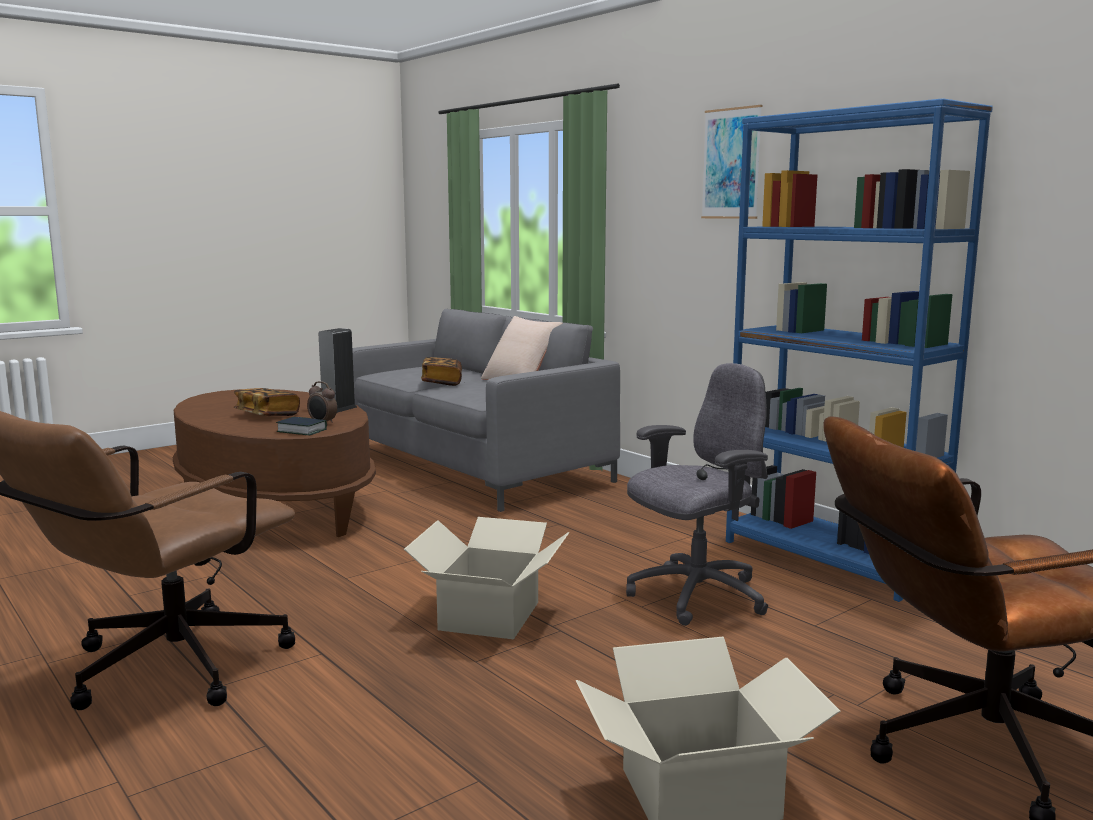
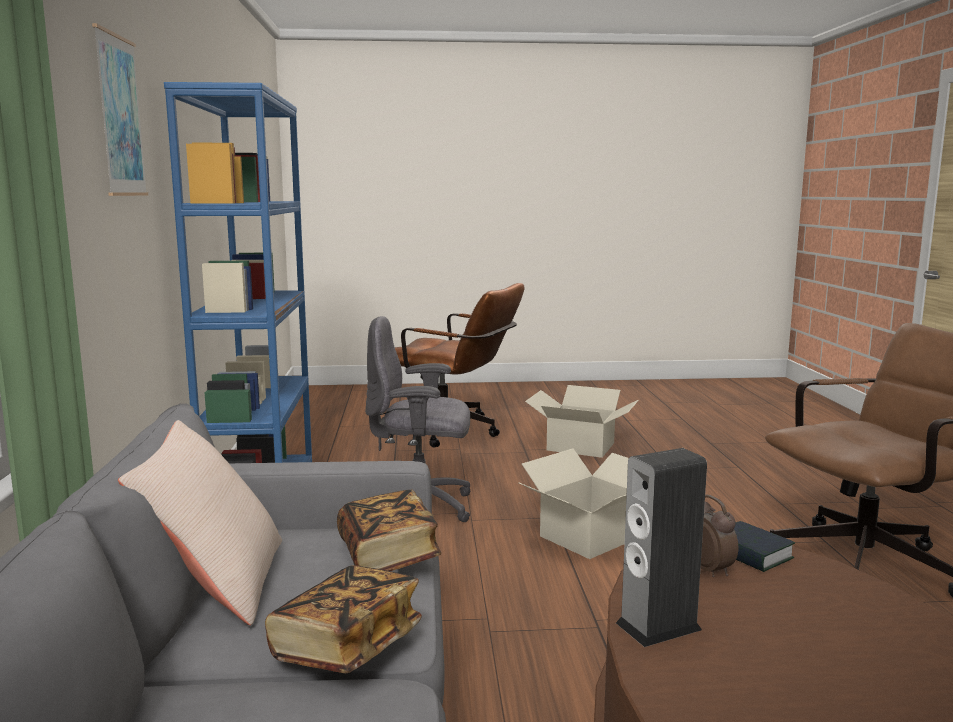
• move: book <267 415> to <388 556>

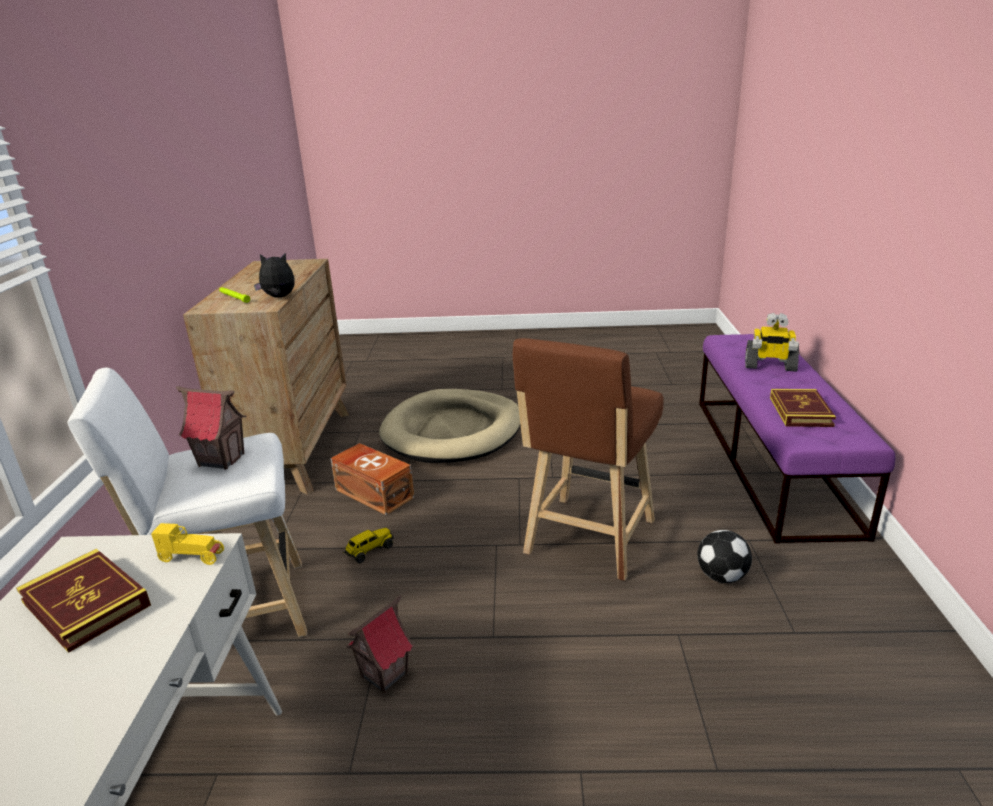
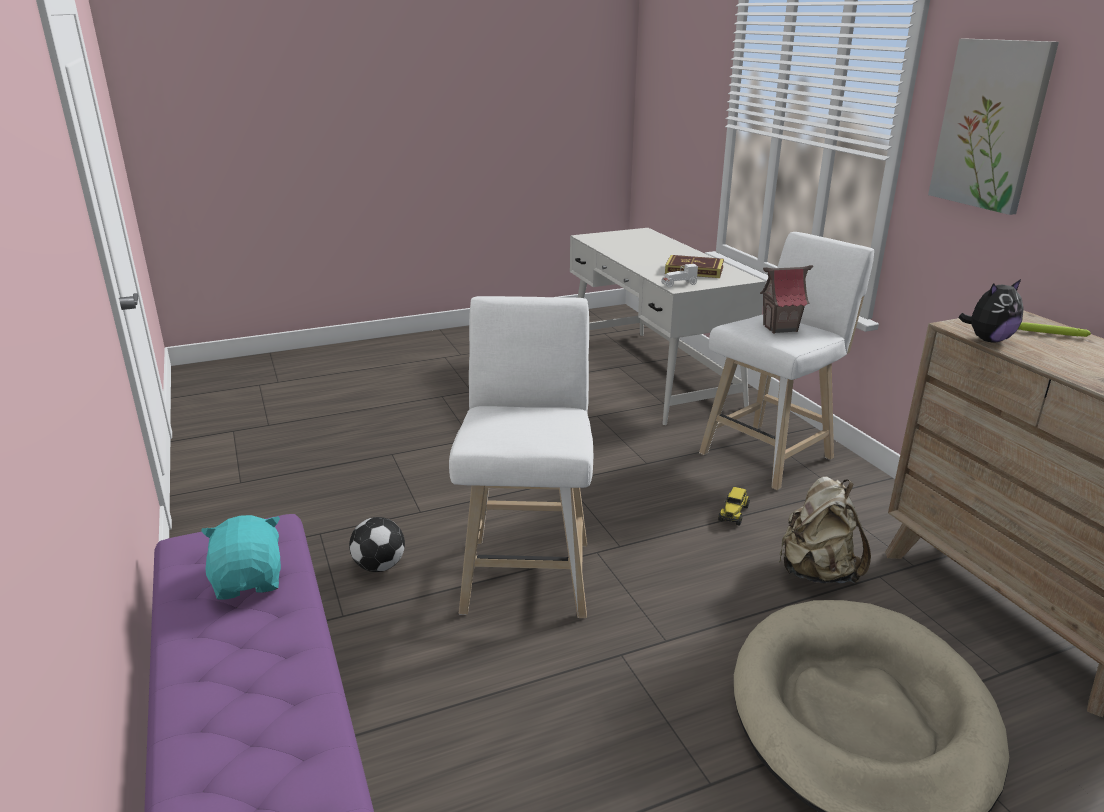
• recolor: toy car in yellow <193 557> to toy car in white <679 284>
• replace: storage box in brown <374 492> to backpack in beige <817 572>
• delete: toy house <384 674>
• recolor: stool in brown <587 541> to stool in white <528 571>
• delete: toy robot <769 366>
• replace: book <800 412> to plush toy in turquoise <249 581>
• insert: picture <990 125>

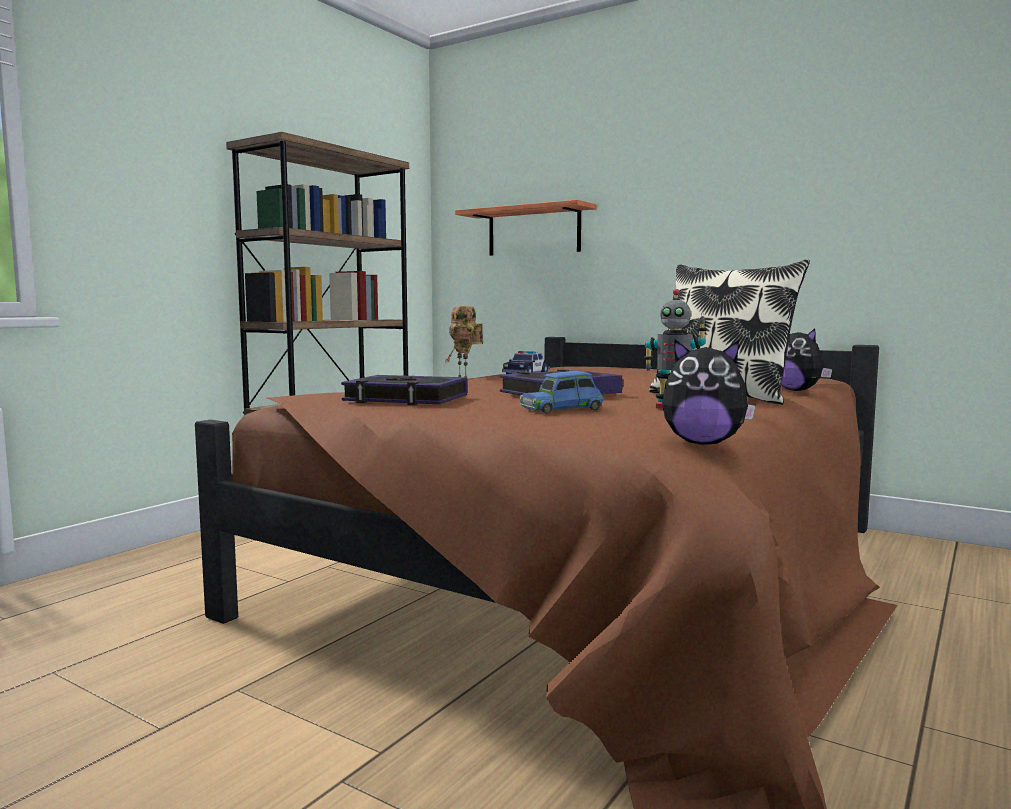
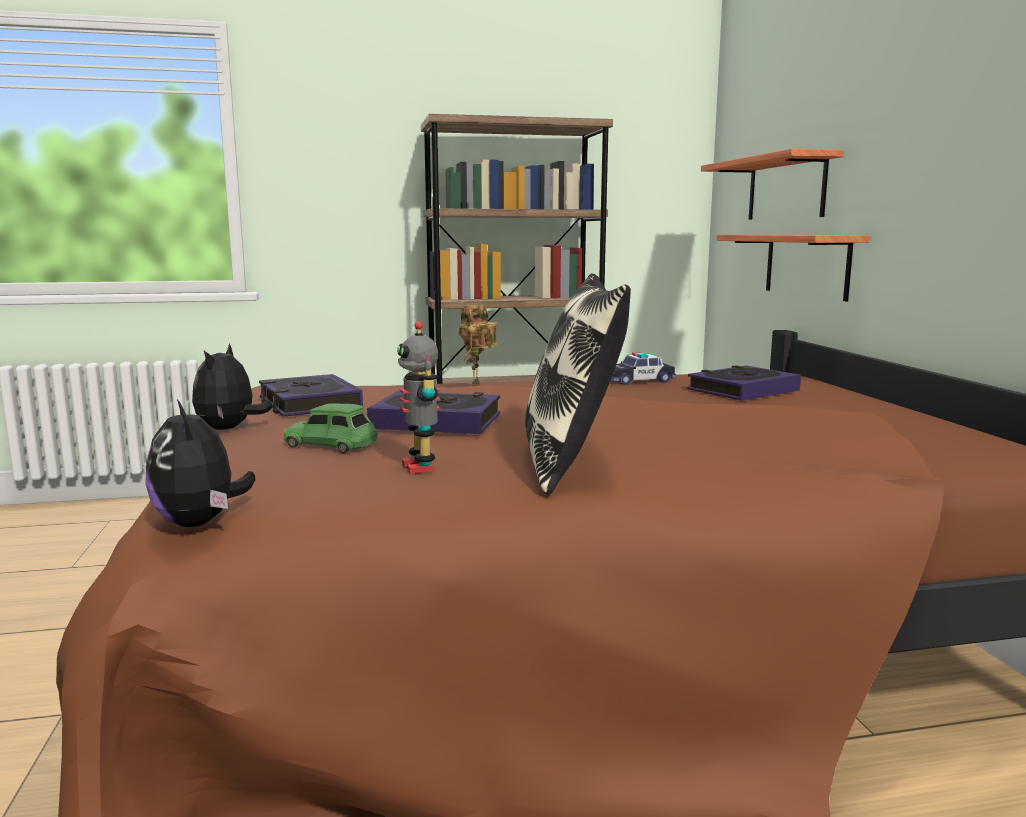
• recolor: toy car in blue <562 408> to toy car in green <332 444>
• move: plush toy <797 390> to <229 429>
• insert: book <742 390>
• insert: shelf <806 265>

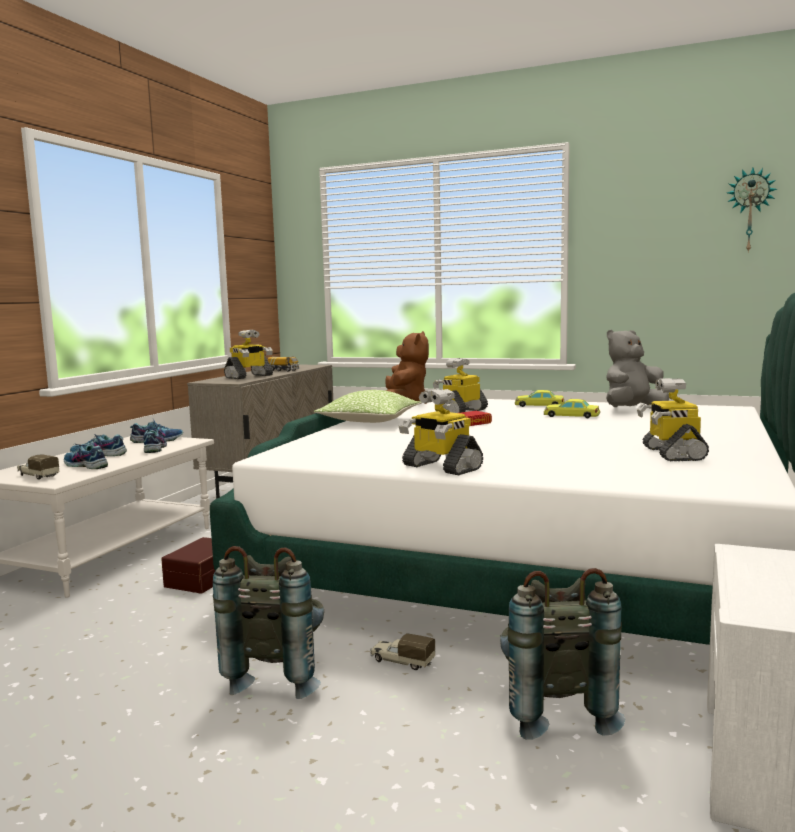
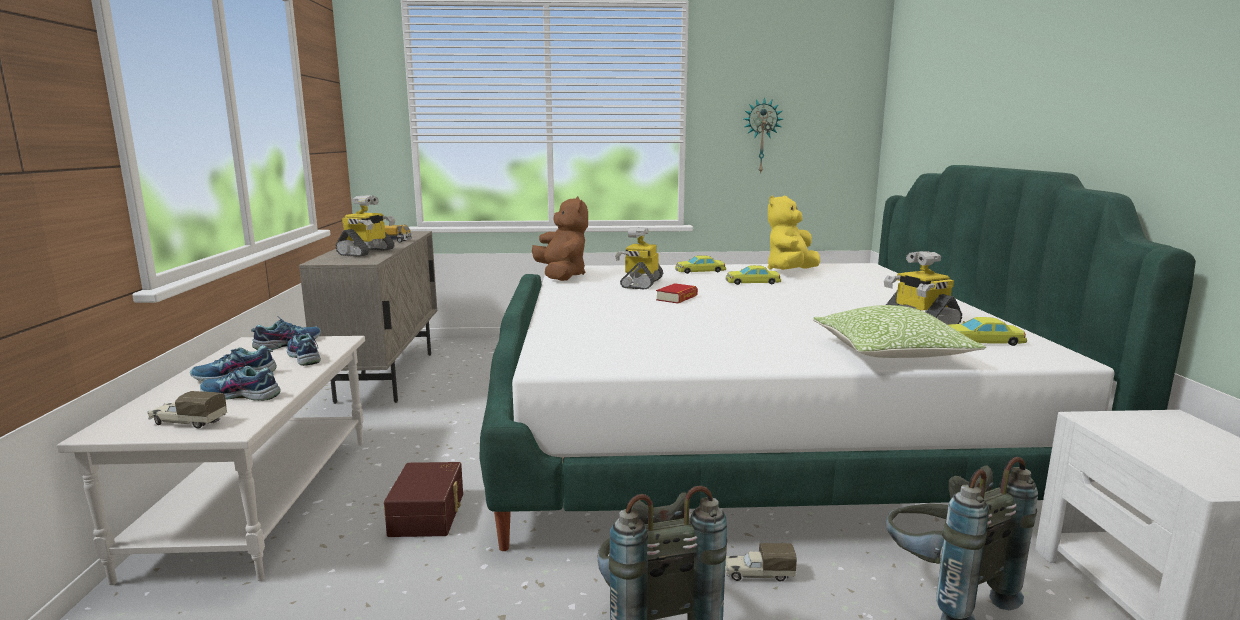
• move: pillow <369 422> to <891 353>
• delete: toy robot <440 467>
• recolor: plush toy in grey <632 409> to plush toy in yellow <790 272>
• move: wall clock <750 210> to <761 136>
• insert: toy car in yellow <981 341>

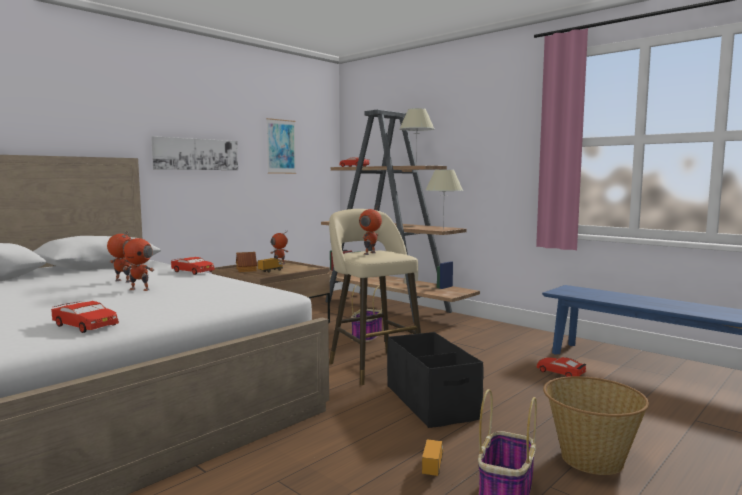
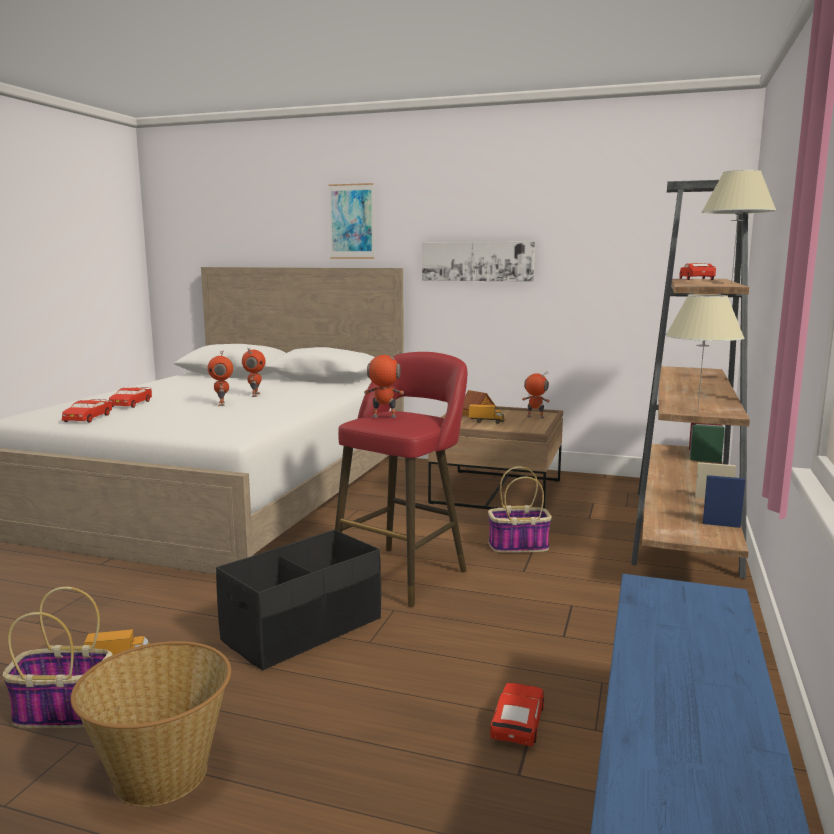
• move: toy car in red <192 271> to <131 404>
• move: picture <281 146> to <351 221>
• recolor: stool in beige <373 365> to stool in red <403 572>

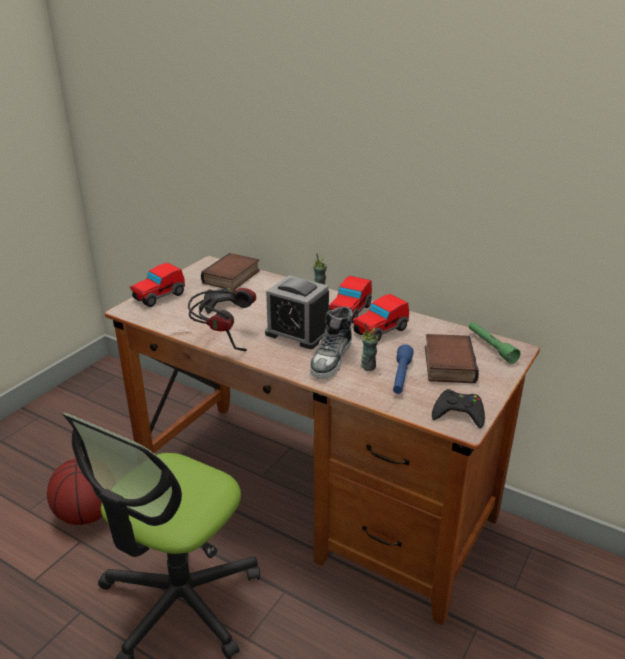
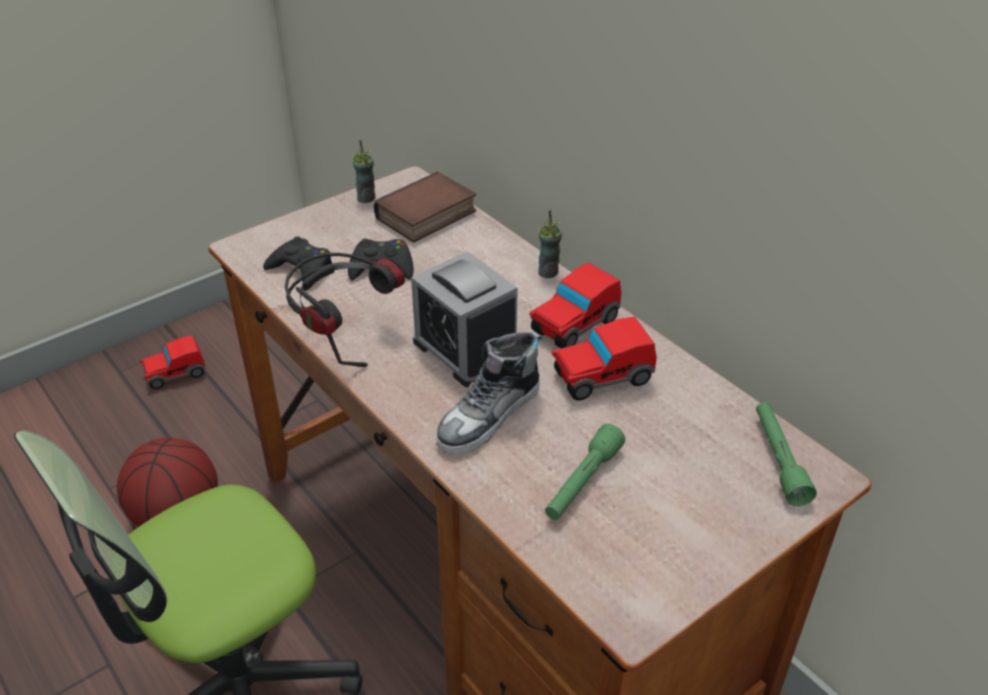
• move: toy car <159 297> to <175 374>
• move: cup <368 366> to <366 198>
• recolor: flashlight in blue <401 376> to flashlight in green <582 482>
• delete: book <447 364>
• move: game controller in black <458 413> to <301 269>

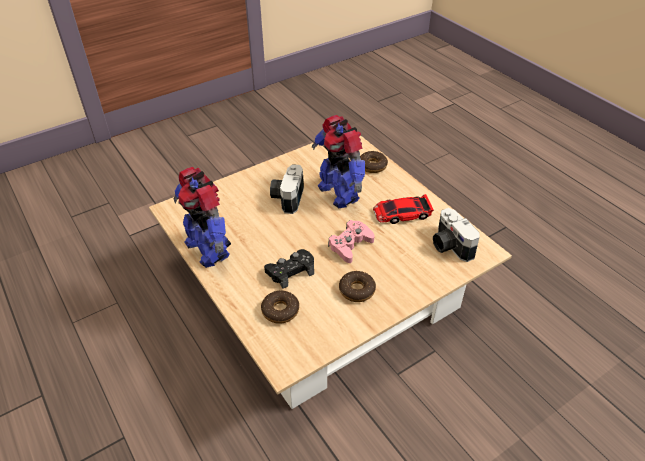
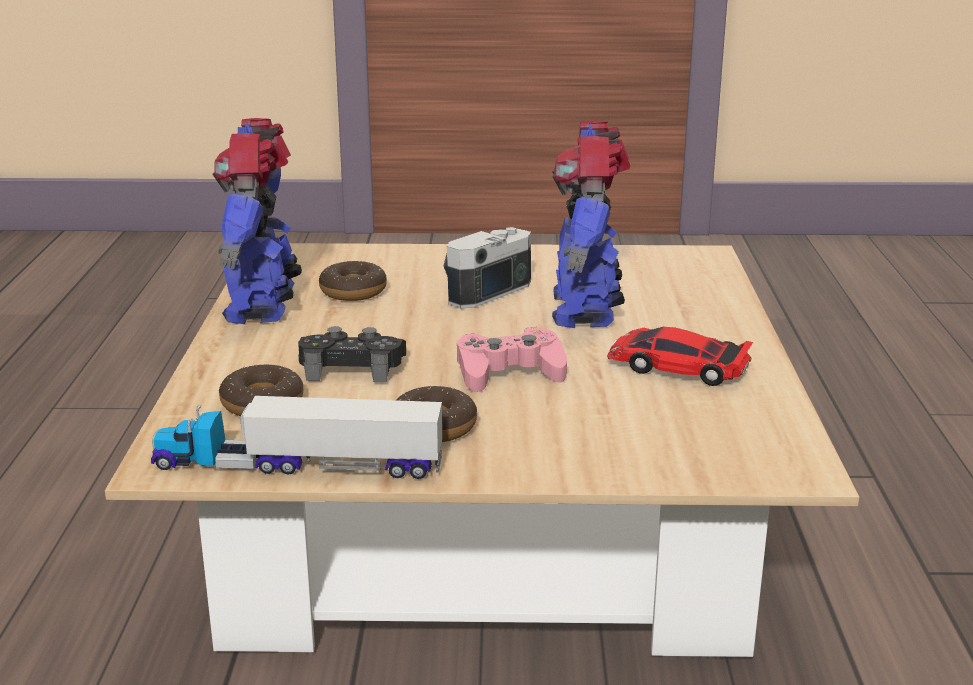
• move: donut <372 166> to <353 291>
• delete: photo camera <449 246>
• insert: toy truck <298 465>

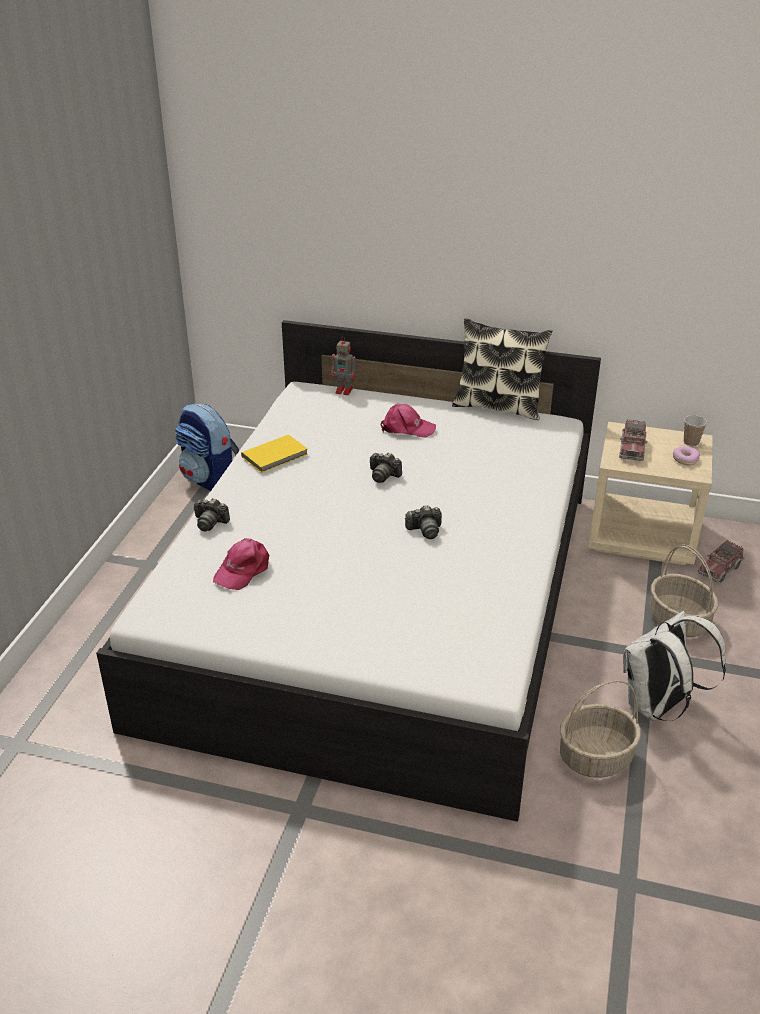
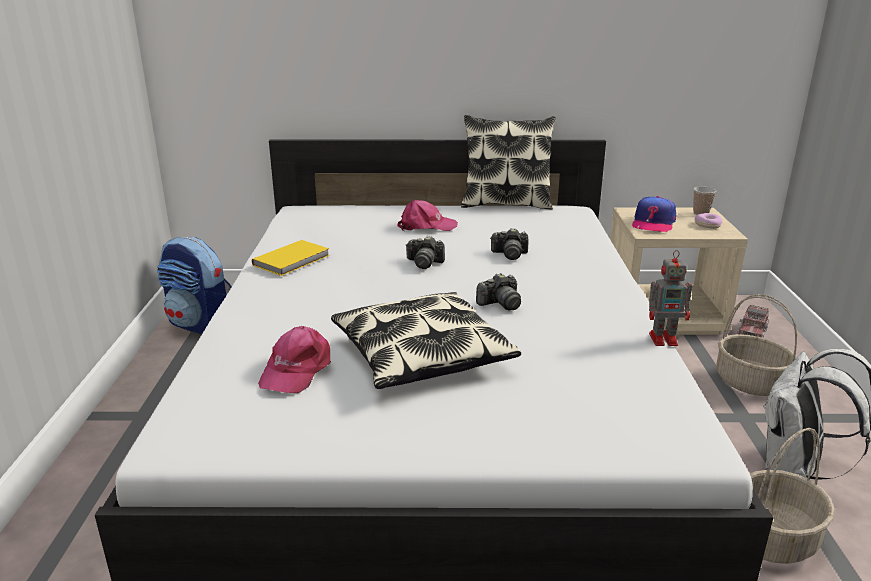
• move: photo camera <210 522> to <509 254>
• move: toy robot <345 390> to <664 339>
• replace: toy truck <632 449> to cap <653 223>
• insert: pillow <421 355>

